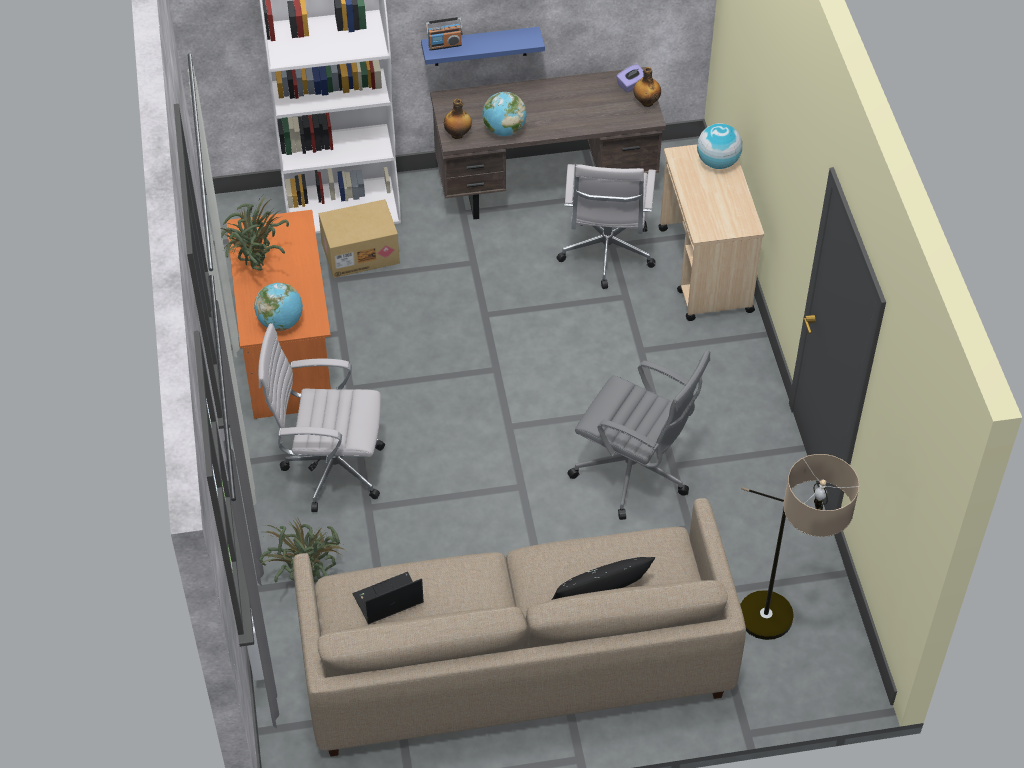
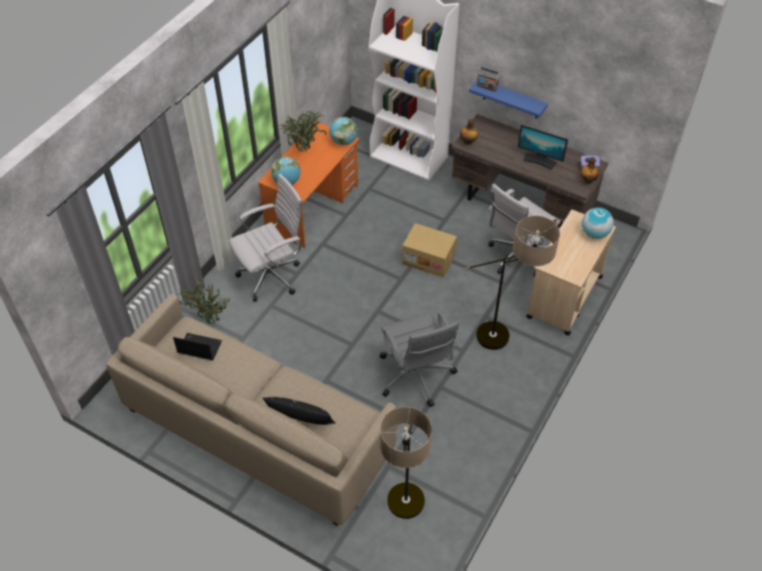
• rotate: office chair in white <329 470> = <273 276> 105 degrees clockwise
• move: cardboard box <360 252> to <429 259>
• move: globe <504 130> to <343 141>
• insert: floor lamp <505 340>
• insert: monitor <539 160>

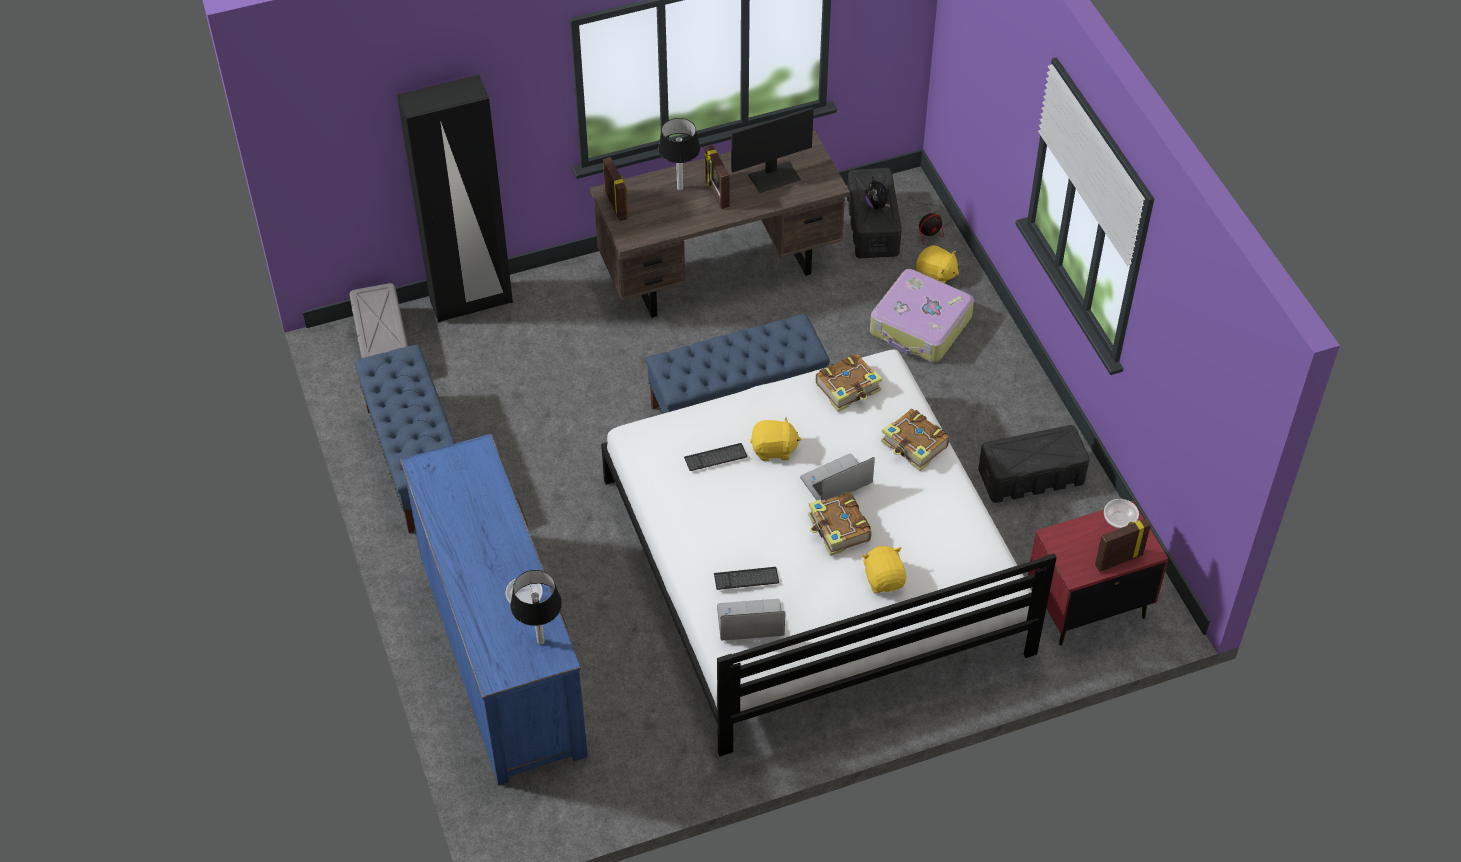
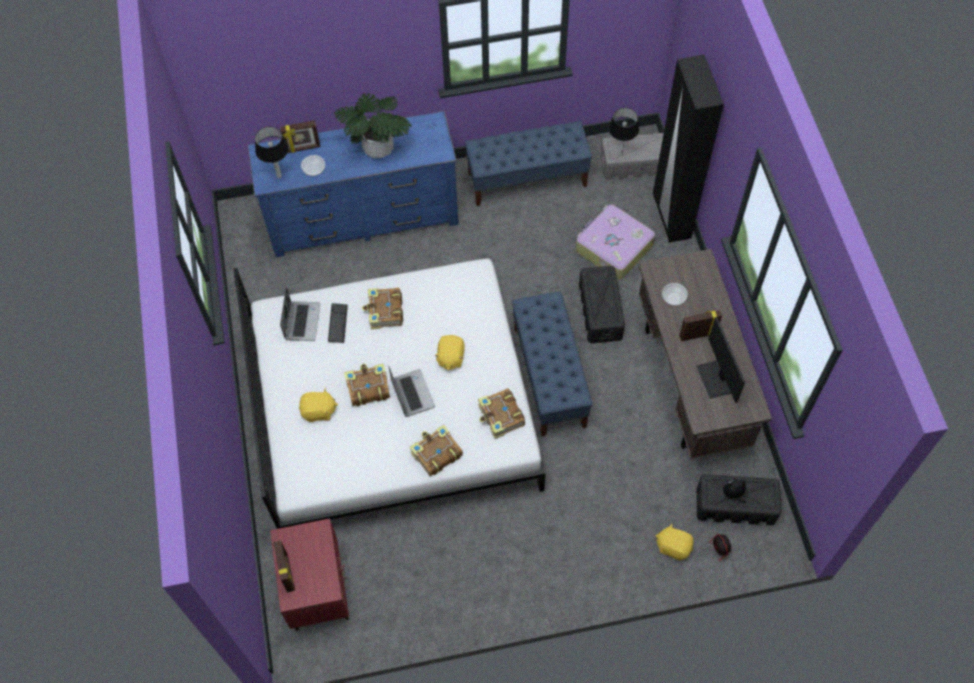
• move: picture frame <617 205> to <303 148>
• move: table lamp <679 187> to <620 153>
• delete: keyboard <715 458>
• move: suitcase <920 326> to <613 247>
• rotate: plush toy in yellow <936 275> = <673 546> 75 degrees clockwise
• move: storage box in black <1031 476> to <600 312>
• move: bowl <1120 519> to <674 298>
• insert: potted plant <378 147>
• insert: book <385 312>

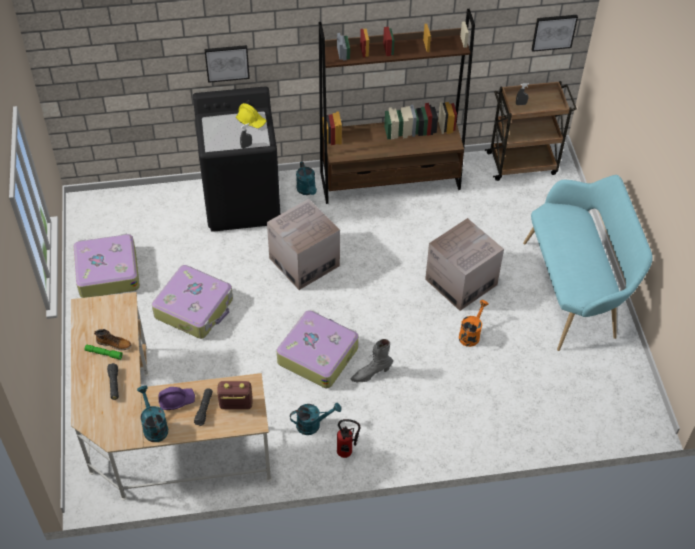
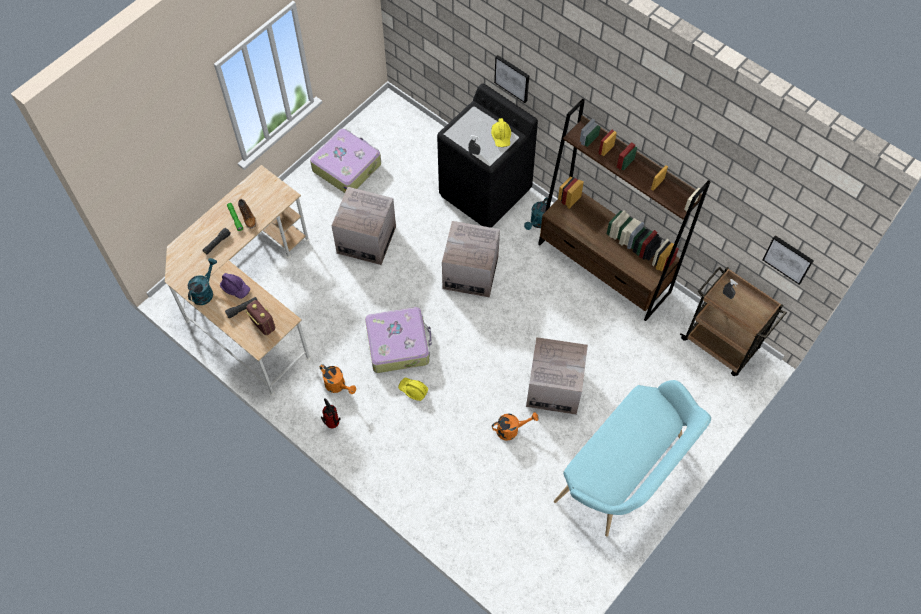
• replace: suitcase <195 308> to cardboard box <366 240>
• recolor: watering can in turquoise <313 424> to watering can in orange <338 386>
• replace: boot in grey <371 374> to hard hat in yellow <413 390>

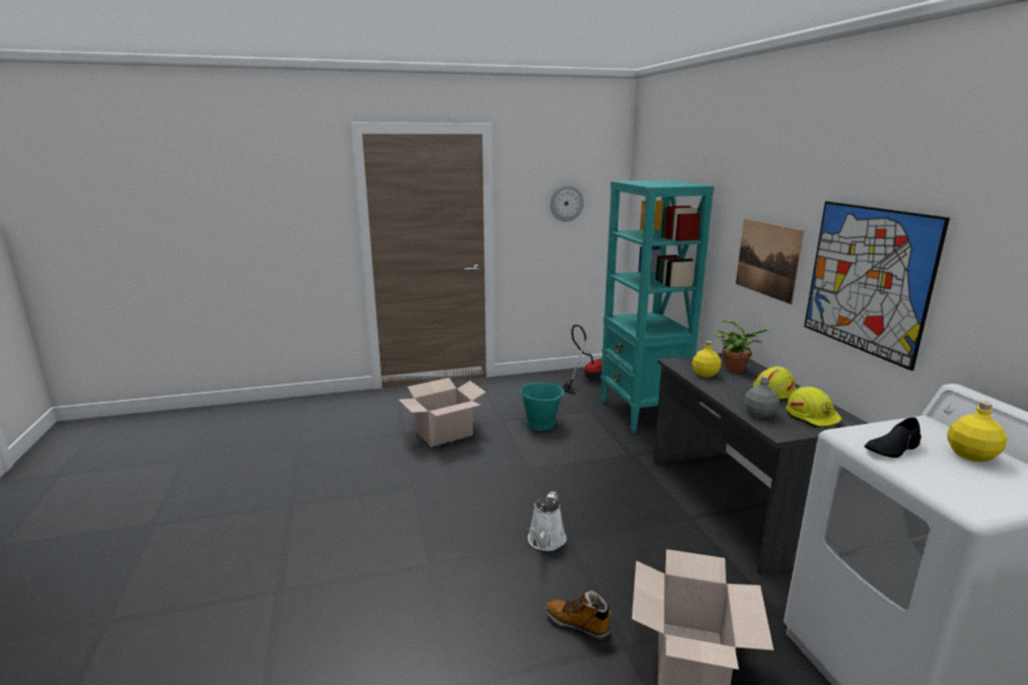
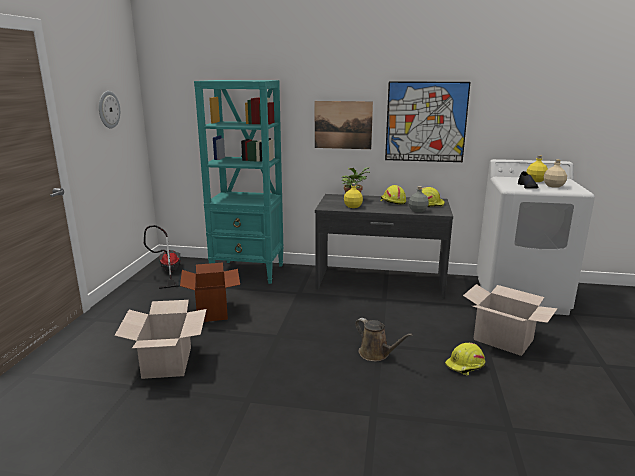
• replace: bucket in turquoise <541 423> to cardboard box <213 311>
• recolor: watering can in white <545 541> to watering can in brown <376 354>
• replace: boot <577 624> to hard hat in yellow <465 366>
• insert: bottle in beige <553 186>

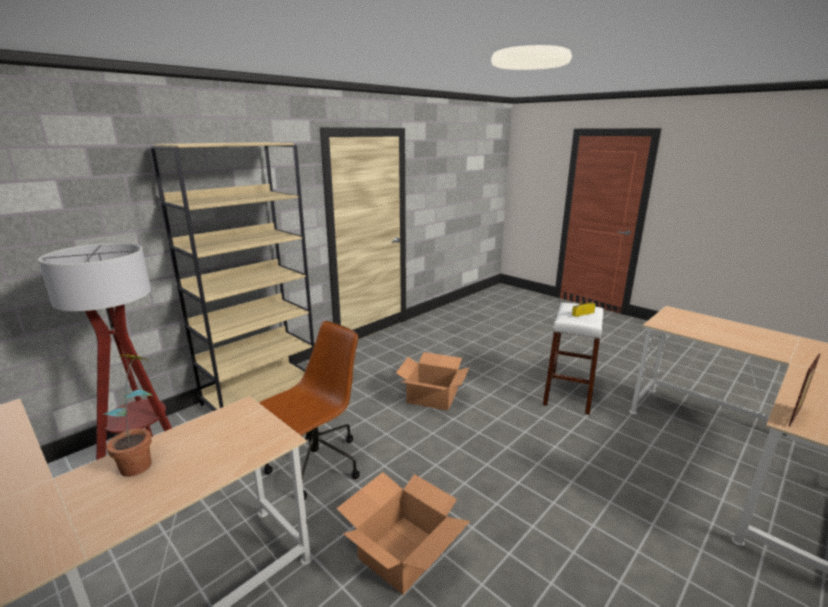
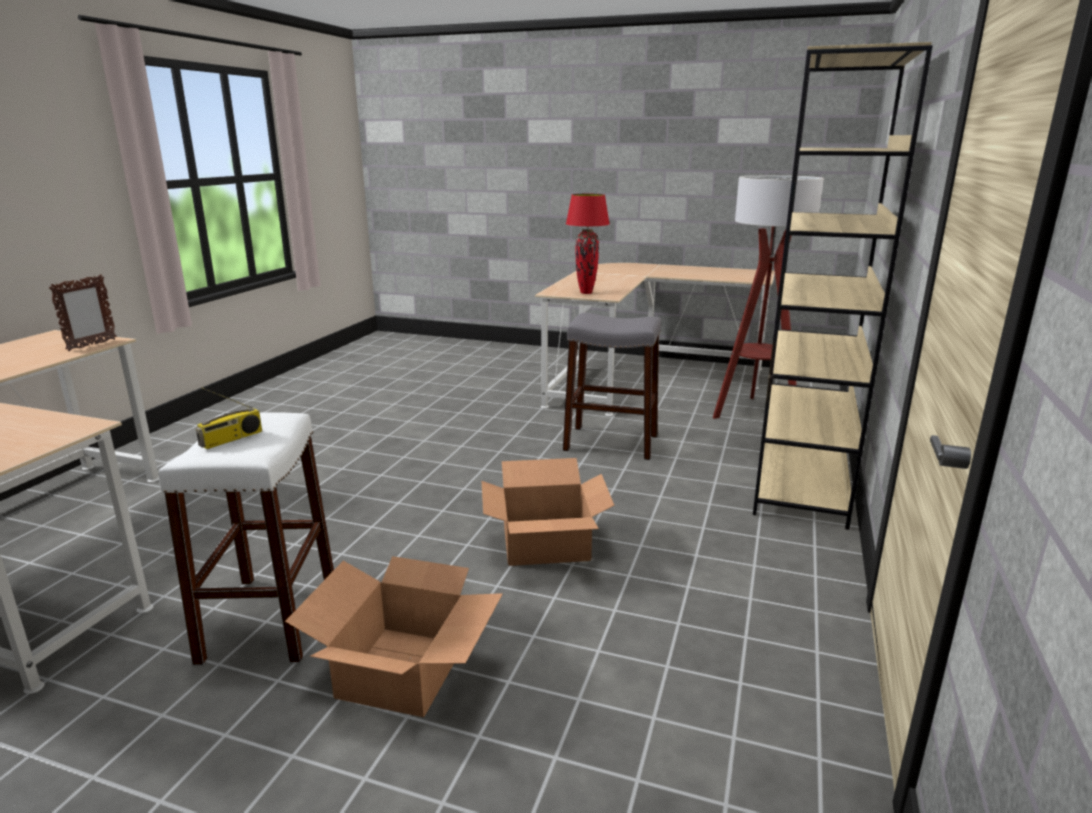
• delete: potted plant <142 460>
• replace: office chair in brown <314 466> to stool in grey <610 442>
• move: cardboard box <401 552> to <404 670>
• insert: table lamp in red <586 293>

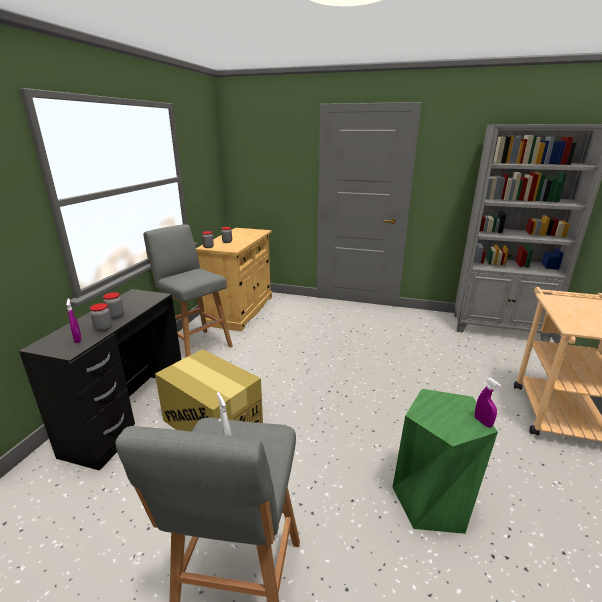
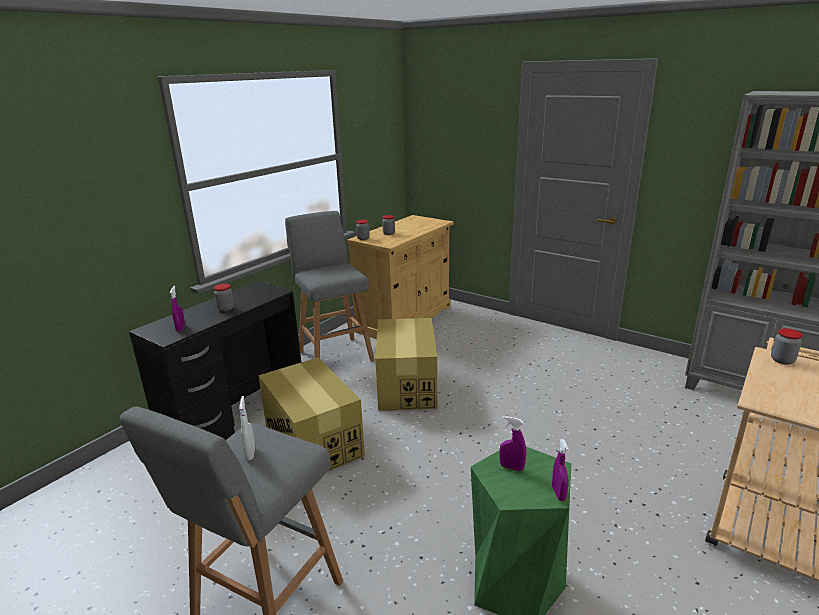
• move: jar <103 328> to <782 360>
• insert: cardboard box <406 385>
• insert: spray bottle in purple <511 467>

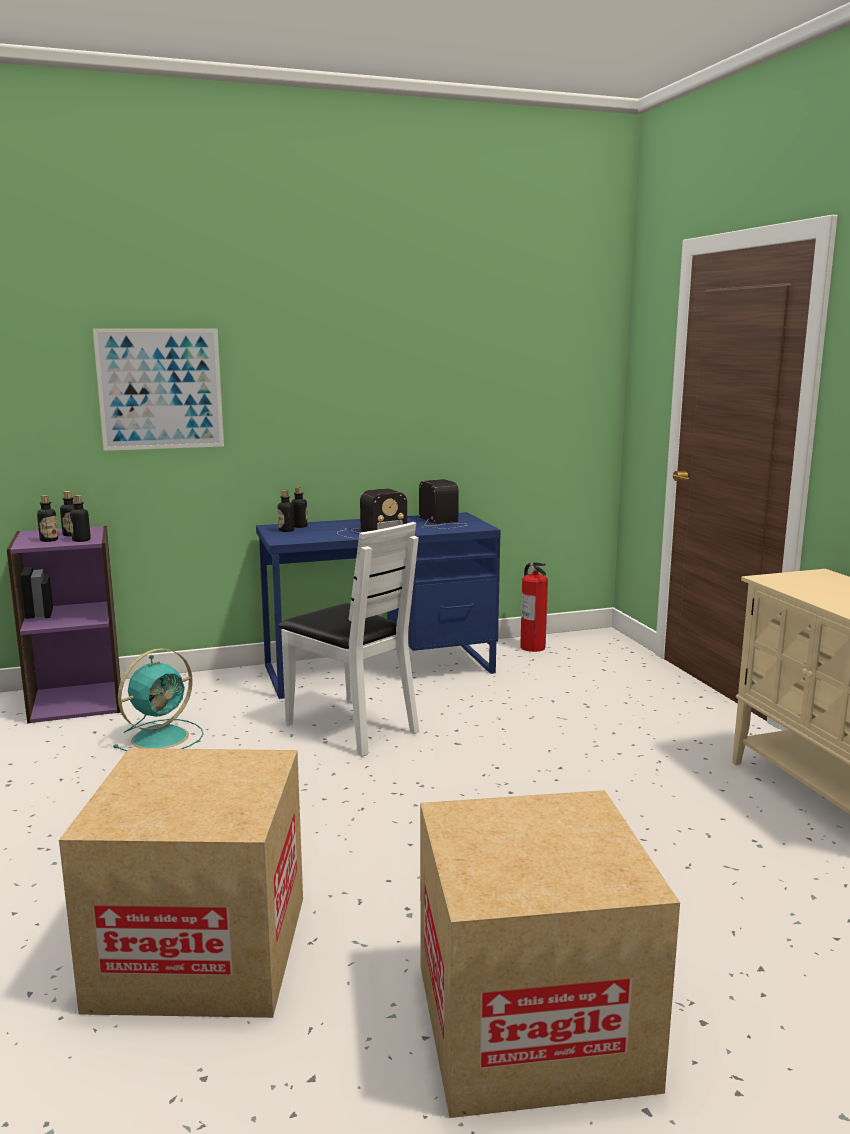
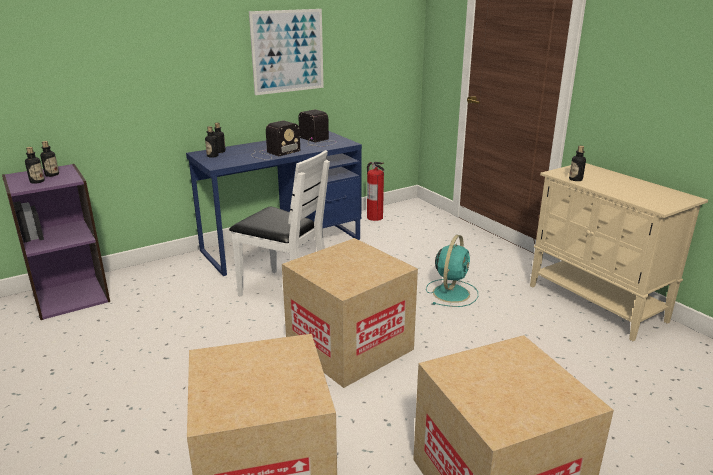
• move: bottle <81 540> to <575 179>
• move: picture <160 389> to <287 51>
• move: fan in turquoise <162 737> to <451 292>
• insert: cardboard box <349 346>

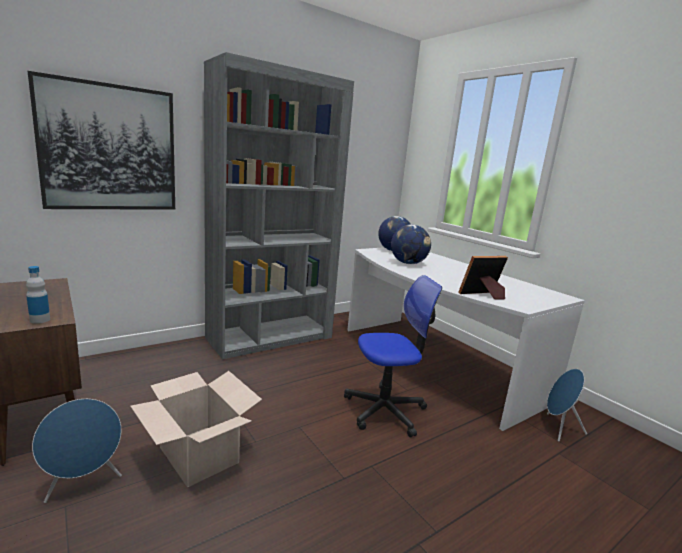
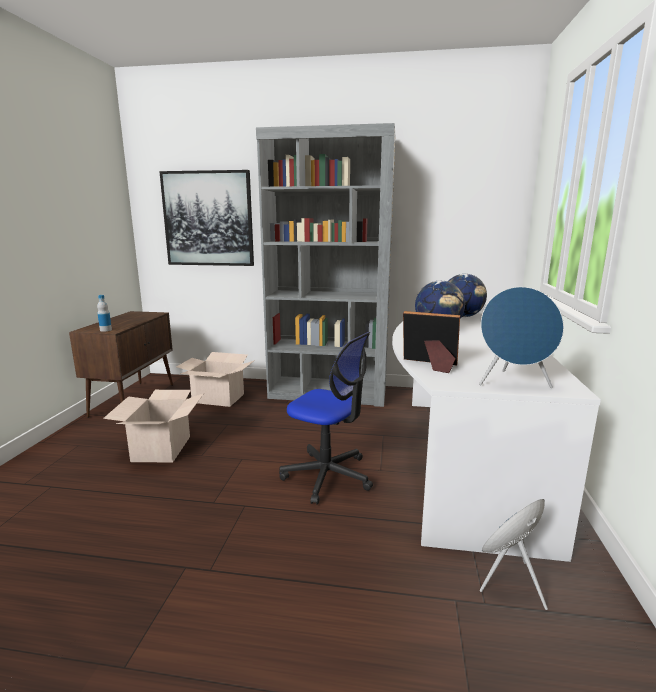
• move: speaker in blue <84 484> to <513 384>
• insert: cardboard box <218 398>

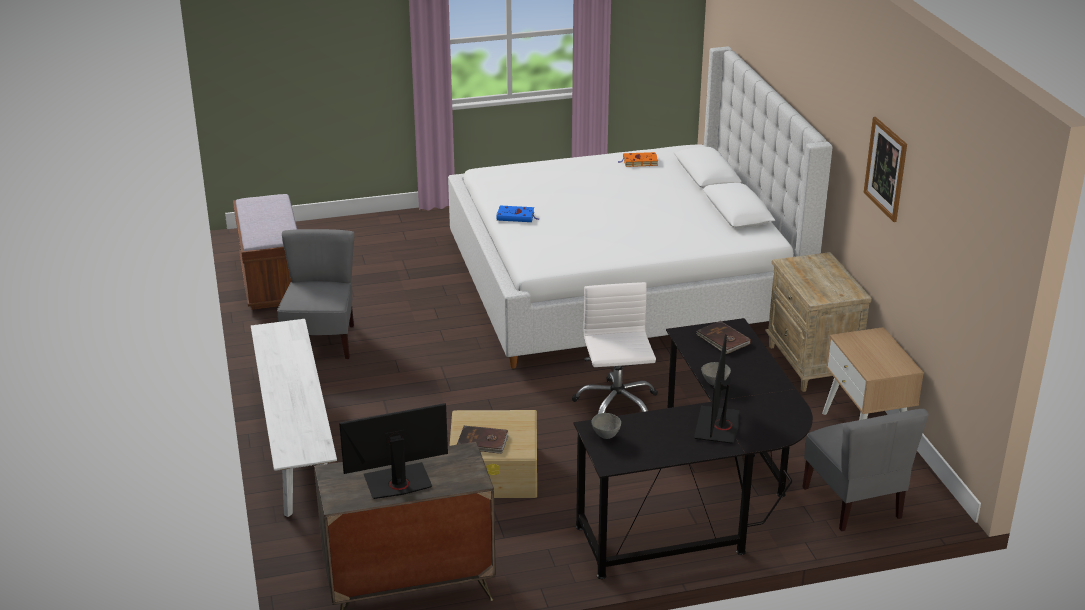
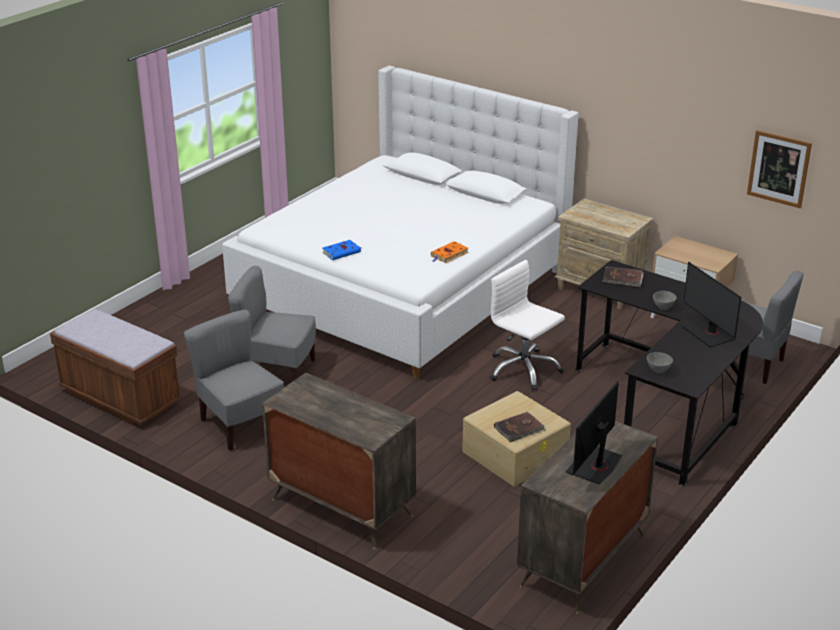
• replace: bench in white <296 441> to dresser <341 506>
• move: book in orange <639 162> to <449 255>
• move: picture <886 169> to <779 168>
• insert: chair in grey <277 372>

